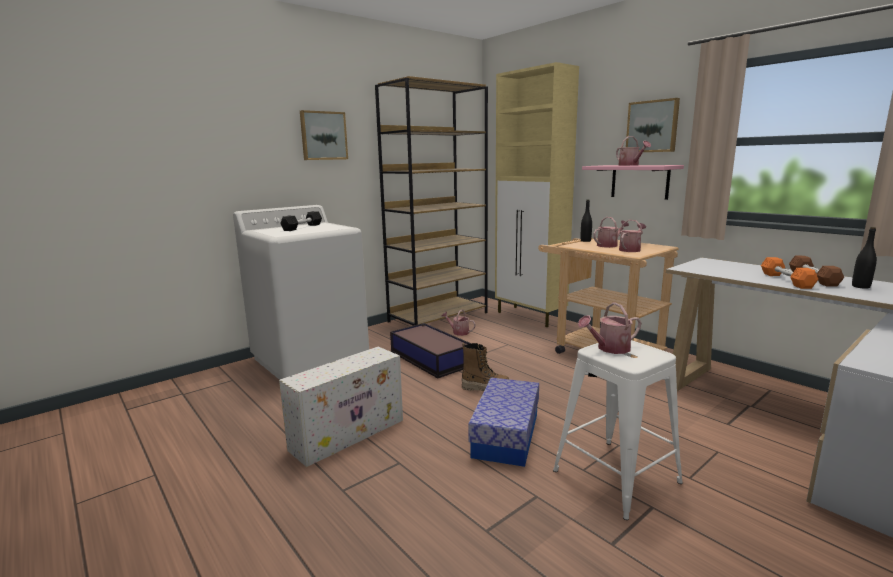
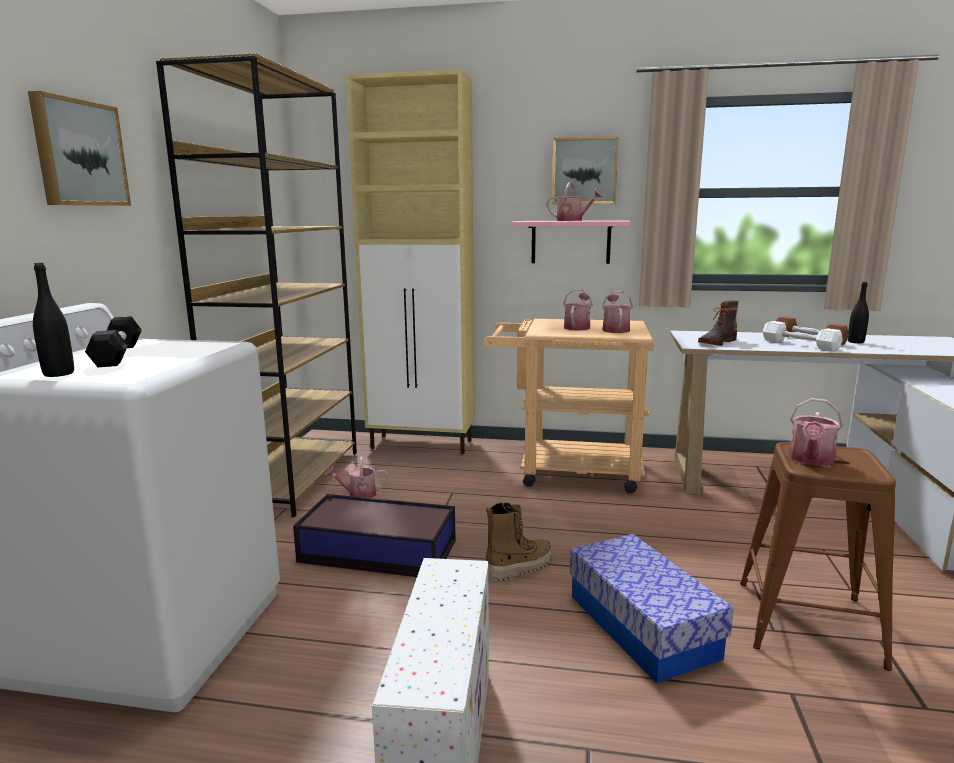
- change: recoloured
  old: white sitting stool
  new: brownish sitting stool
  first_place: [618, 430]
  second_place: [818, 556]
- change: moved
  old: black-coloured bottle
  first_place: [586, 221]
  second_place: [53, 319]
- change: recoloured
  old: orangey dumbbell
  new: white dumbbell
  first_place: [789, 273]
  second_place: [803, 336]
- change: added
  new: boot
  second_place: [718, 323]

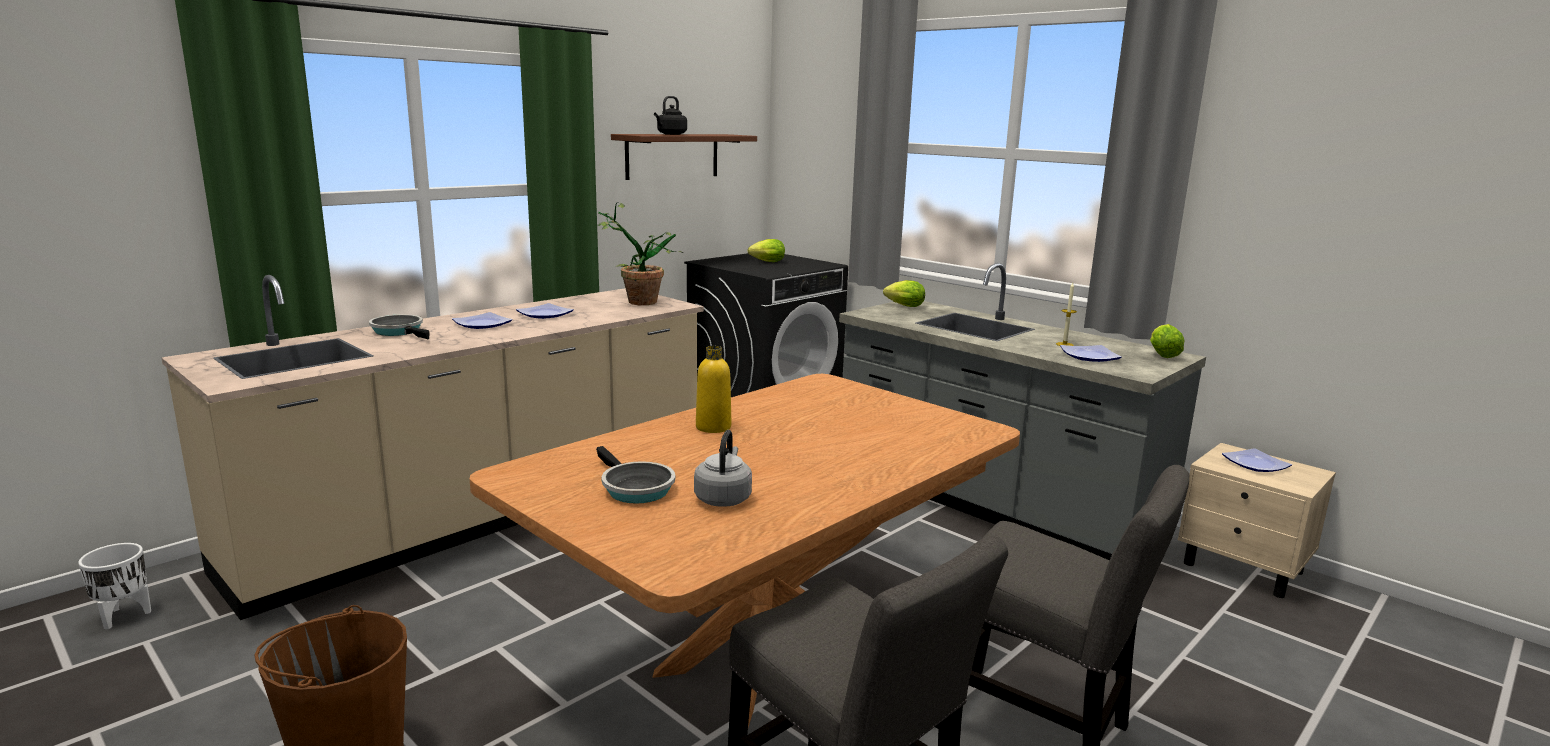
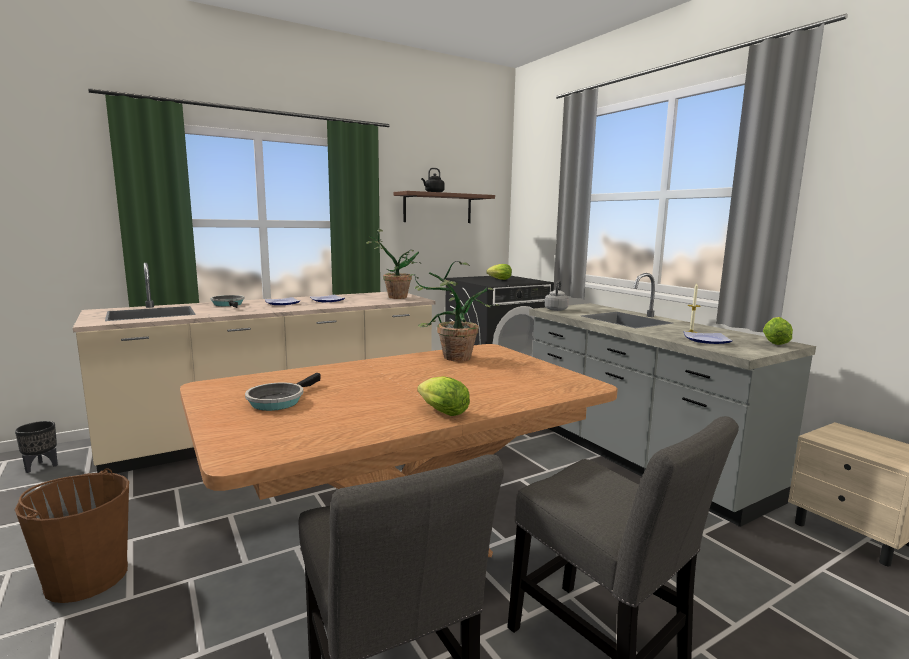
- change: recoloured
  old: white flower pot
  new: black-coloured flower pot
  first_place: [114, 586]
  second_place: [36, 447]
- change: turned
  old: skillet
  first_place: [635, 475]
  second_place: [283, 392]
  degrees: 45
- change: moved
  old: greyish kettle
  first_place: [723, 468]
  second_place: [557, 296]
- change: removed
  old: yellowish bottle
  first_place: [713, 389]
- change: moved
  old: lettuce head
  first_place: [904, 293]
  second_place: [443, 396]
- change: removed
  old: dinner plate
  first_place: [1257, 460]
- change: added
  new: houseplant
  second_place: [453, 311]

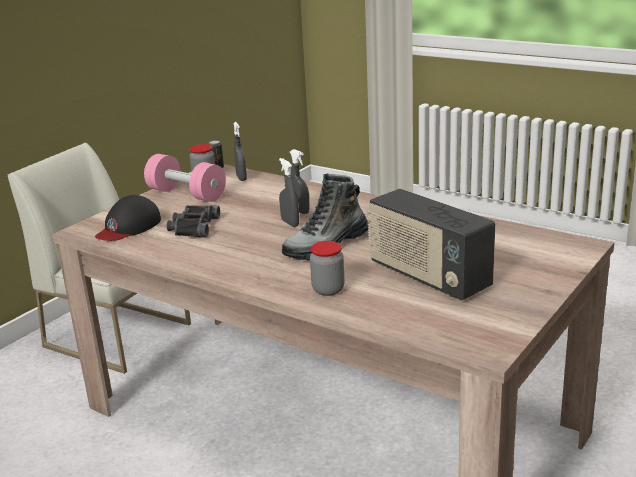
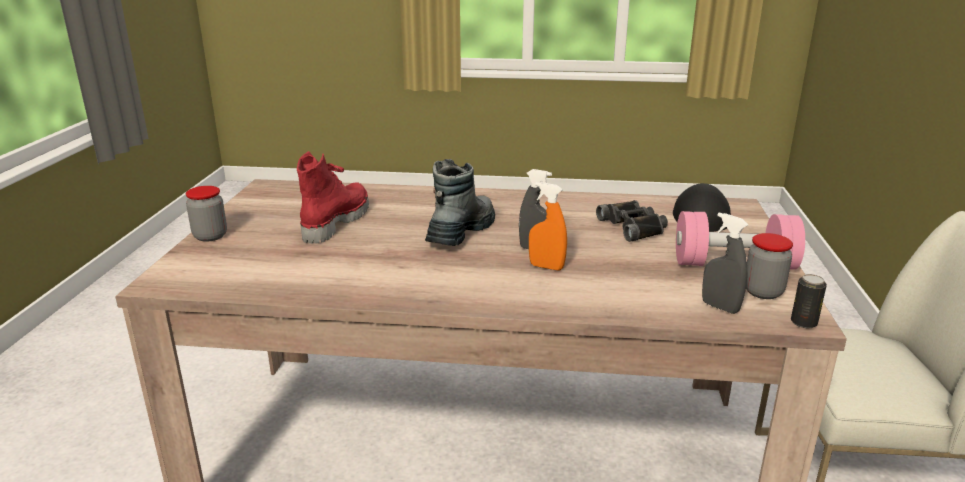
- change: recoloured
  old: greyish sprayer
  new: orangey sprayer
  first_place: [300, 181]
  second_place: [548, 226]
- change: moved
  old: jar
  first_place: [327, 268]
  second_place: [206, 214]
- change: replaced
  old: radio
  new: red-coloured boot
  first_place: [431, 244]
  second_place: [333, 197]

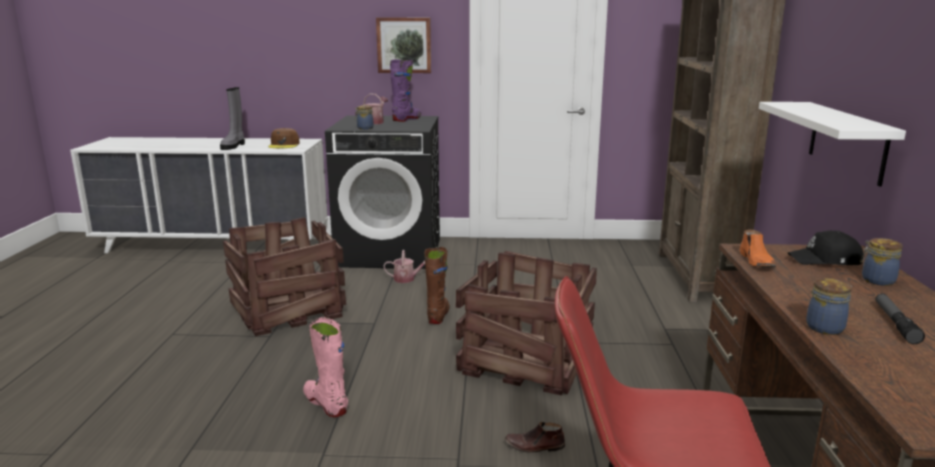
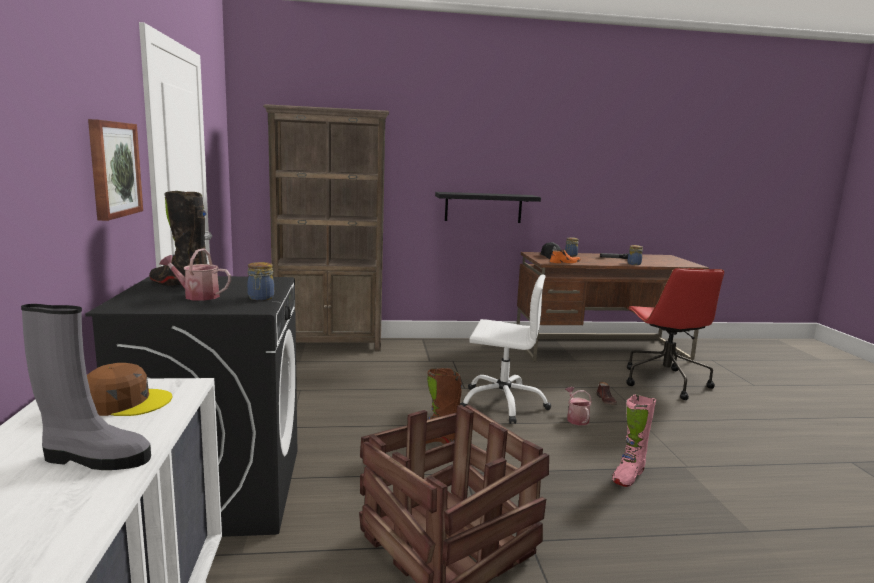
- change: moved
  old: sprinkling can
  first_place: [404, 266]
  second_place: [578, 406]
- change: recoloured
  old: purplish boot
  new: black-coloured boot
  first_place: [405, 90]
  second_place: [178, 239]
- change: replaced
  old: crate
  new: white computer chair
  first_place: [526, 323]
  second_place: [505, 349]
- change: recoloured
  old: white wall shelf
  new: black-coloured wall shelf
  first_place: [832, 144]
  second_place: [488, 207]

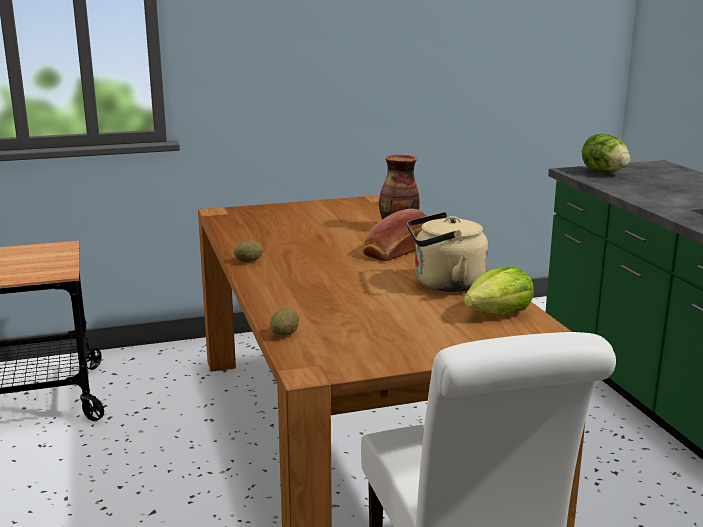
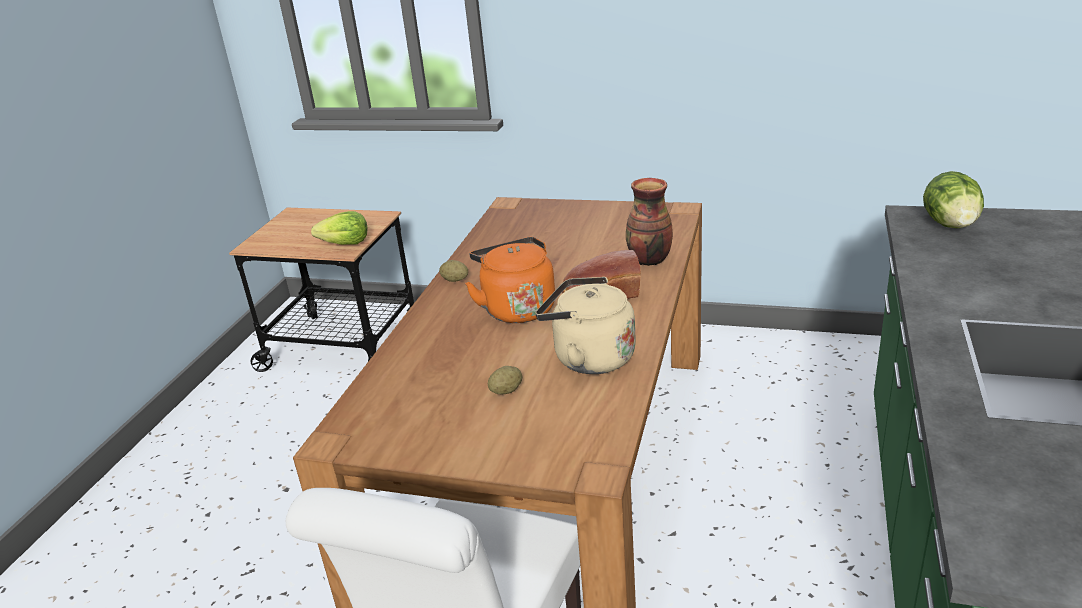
- change: moved
  old: whole potato
  first_place: [284, 322]
  second_place: [505, 380]
- change: moved
  old: lettuce head
  first_place: [499, 290]
  second_place: [339, 228]
- change: added
  new: orangey kettle
  second_place: [510, 280]

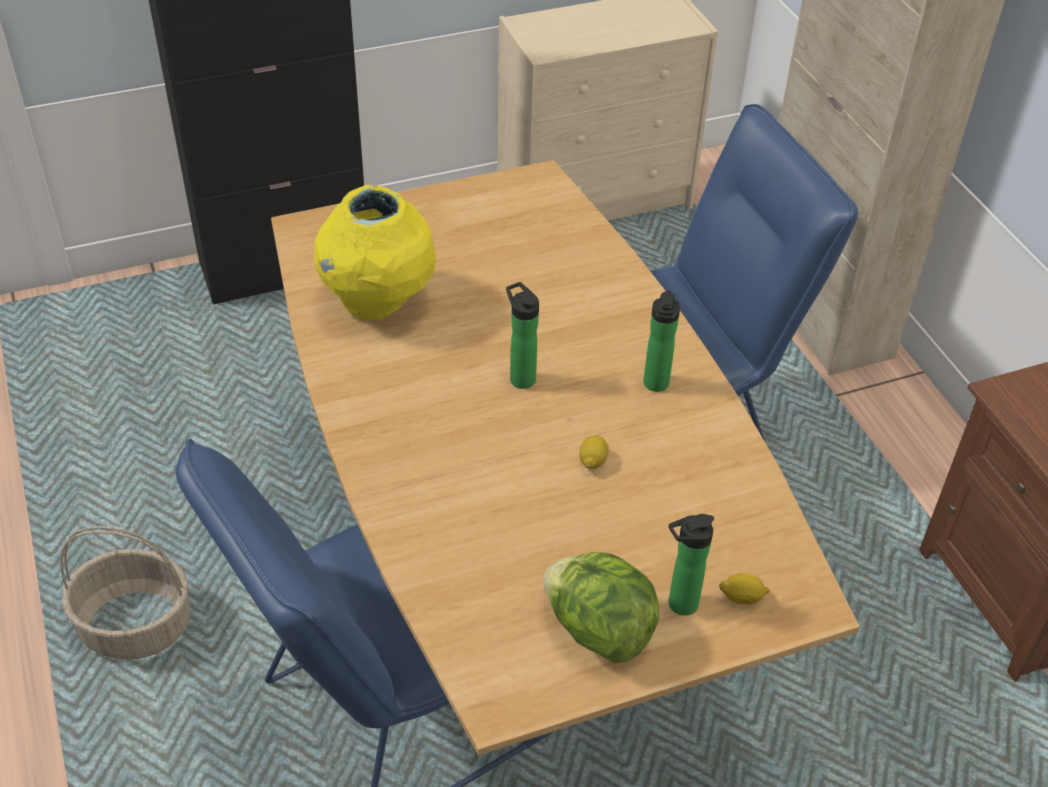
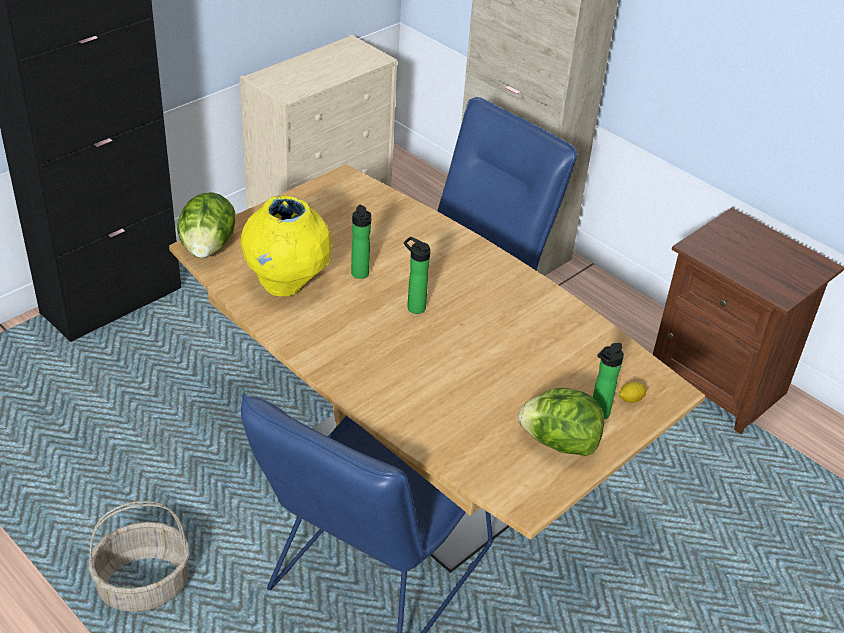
- change: removed
  old: whole lemon
  first_place: [593, 452]
- change: moved
  old: bottle
  first_place: [661, 341]
  second_place: [361, 242]
- change: added
  new: lettuce head
  second_place: [206, 225]

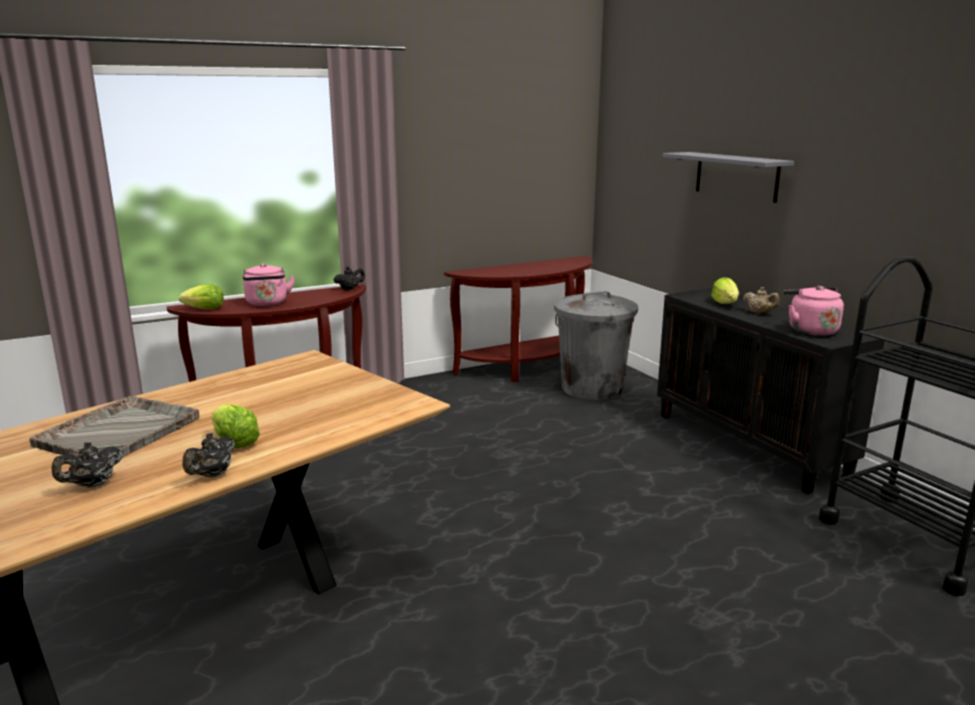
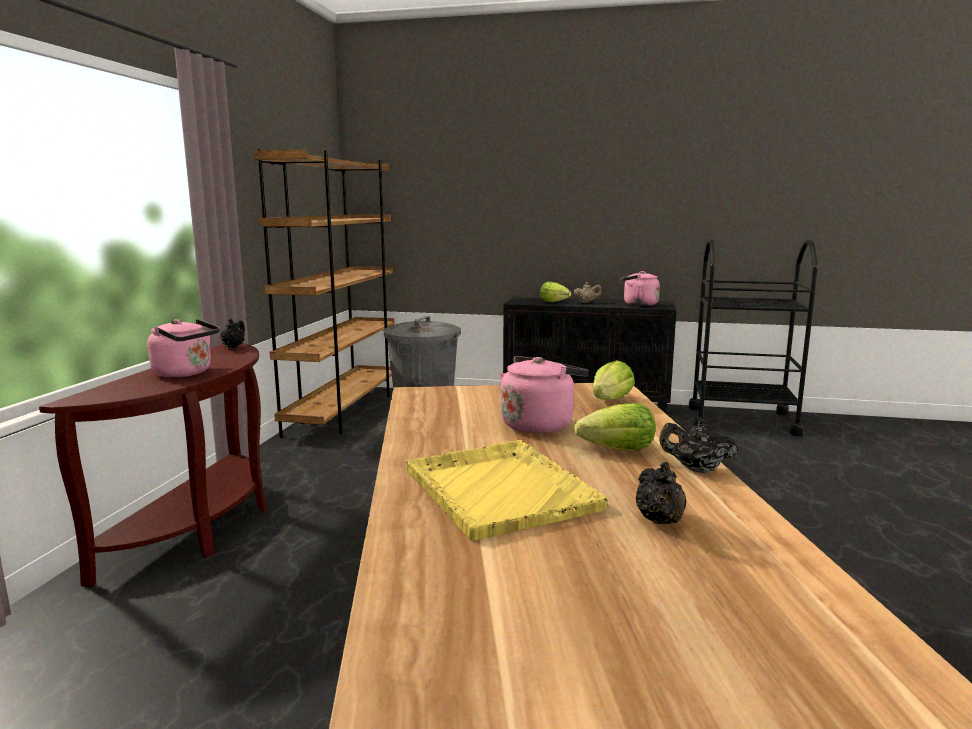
- change: recoloured
  old: greyish serving tray
  new: yellowish serving tray
  first_place: [114, 427]
  second_place: [507, 490]
- change: moved
  old: lettuce head
  first_place: [201, 296]
  second_place: [614, 380]
- change: turned
  old: black-coloured pot for tea
  first_place: [209, 455]
  second_place: [698, 446]
  degrees: 135
- change: replaced
  old: brownish narrow table
  new: brownish bookshelf
  first_place: [518, 319]
  second_place: [324, 293]
- change: removed
  old: greyish wall shelf
  first_place: [728, 177]
- change: added
  new: pink-coloured kettle
  second_place: [543, 394]

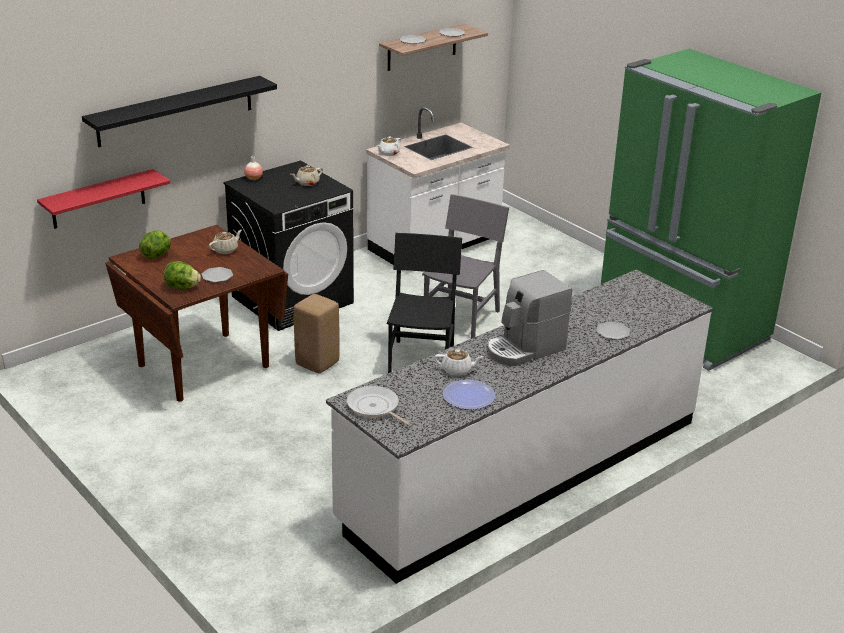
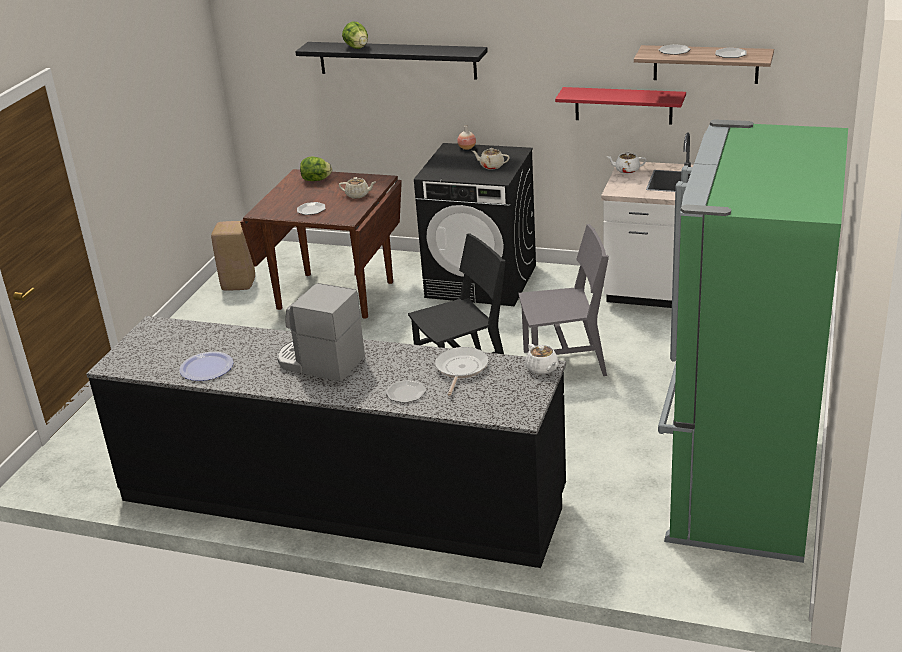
- change: moved
  old: red-coloured wall shelf
  first_place: [103, 199]
  second_place: [620, 106]
- change: moved
  old: lettuce head
  first_place: [182, 275]
  second_place: [355, 35]
- change: moved
  old: beige sitting stool
  first_place: [317, 333]
  second_place: [233, 255]
- change: recoloured
  old: white counter
  new: black-coloured counter
  first_place: [519, 427]
  second_place: [326, 442]
- change: moved
  old: skillet
  first_place: [379, 406]
  second_place: [462, 371]
- change: moved
  old: white pot for tea
  first_place: [458, 362]
  second_place: [542, 359]

